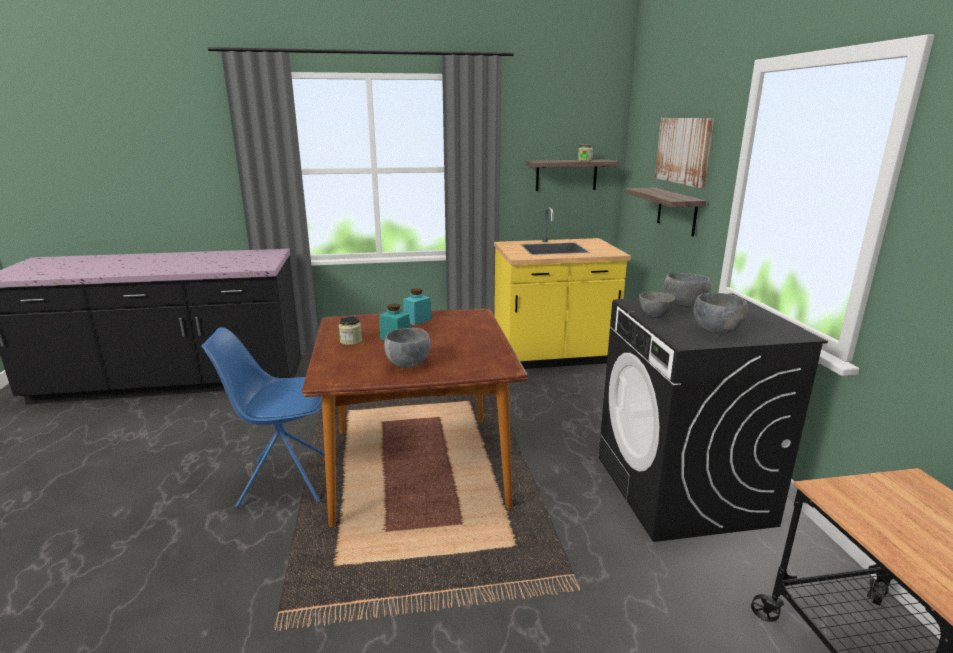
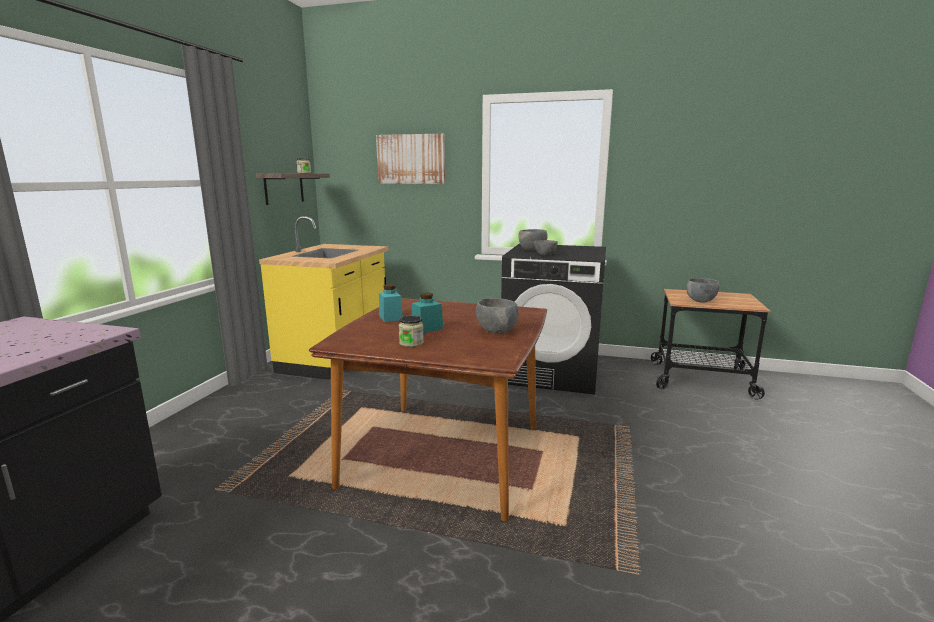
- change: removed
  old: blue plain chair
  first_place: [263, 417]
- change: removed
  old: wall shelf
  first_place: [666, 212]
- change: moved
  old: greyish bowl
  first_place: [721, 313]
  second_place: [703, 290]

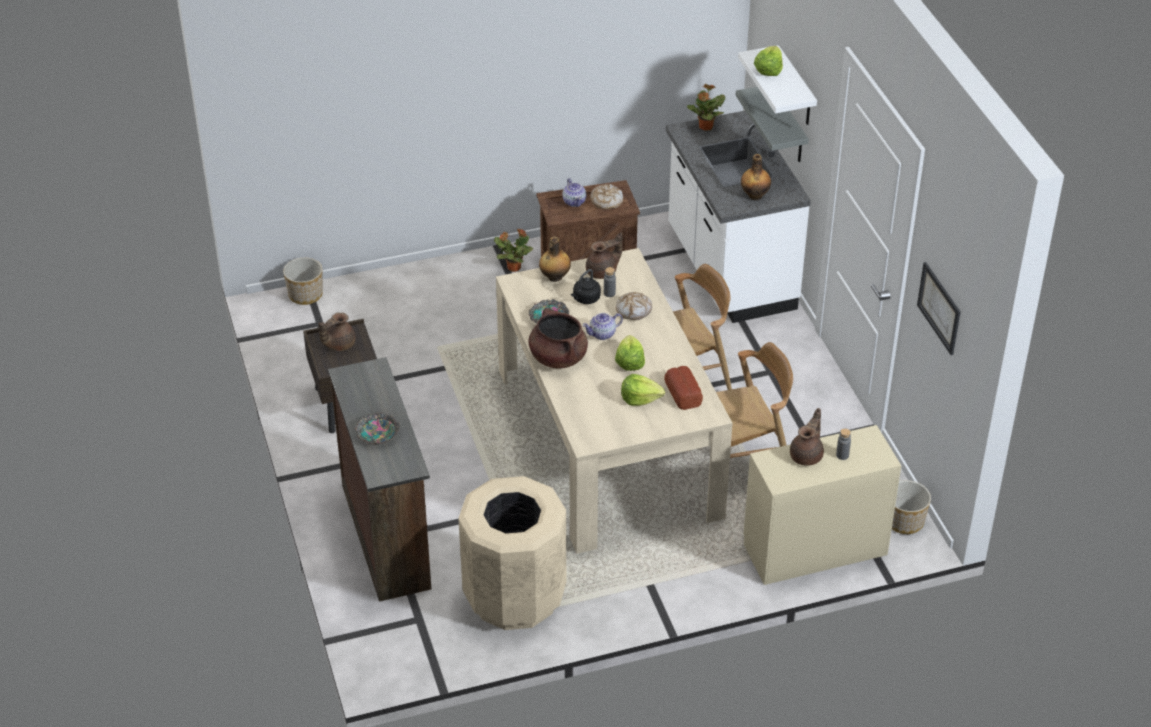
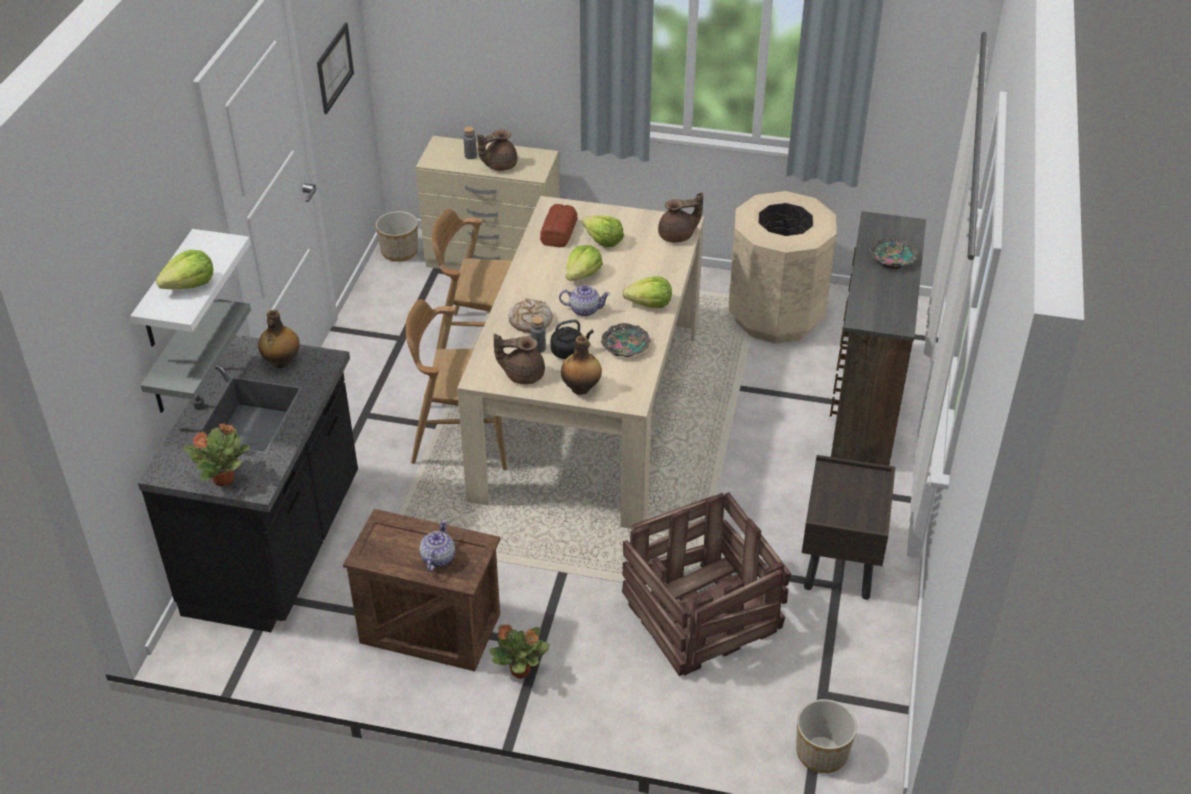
- change: moved
  old: brownish pot for tea
  first_place: [337, 331]
  second_place: [680, 217]
- change: replaced
  old: brownish saucepot
  new: lettuce head
  first_place: [558, 338]
  second_place: [647, 292]
- change: removed
  old: bakery bread
  first_place: [606, 196]
- change: recoloured
  old: white counter
  new: black-coloured counter
  first_place: [738, 217]
  second_place: [248, 483]
- change: added
  new: crate
  second_place: [706, 584]

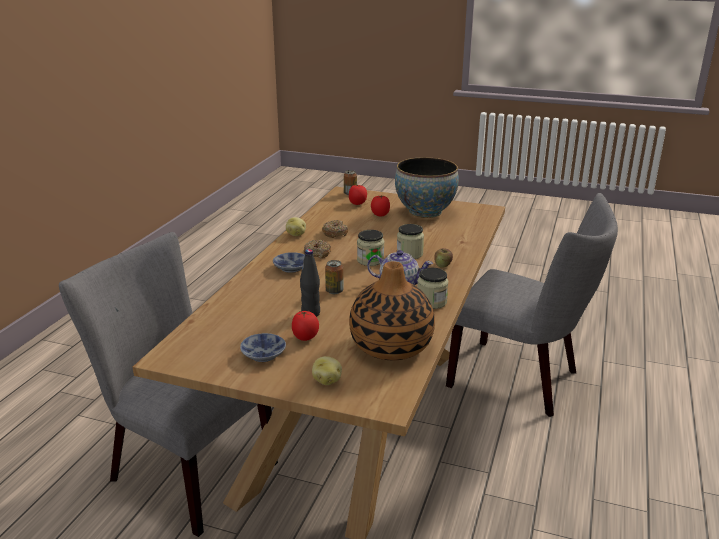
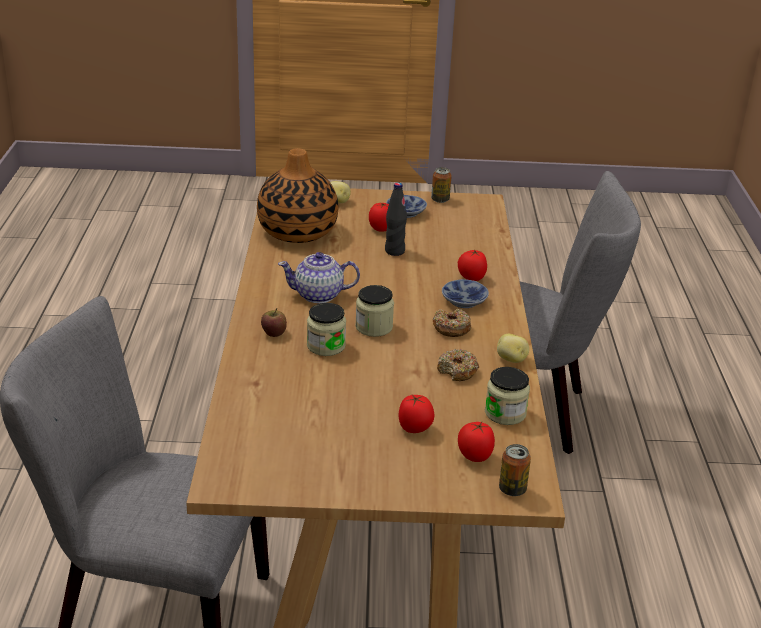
- change: moved
  old: metal can
  first_place: [334, 277]
  second_place: [441, 185]
- change: removed
  old: bowl
  first_place: [427, 187]
- change: moved
  old: jar
  first_place: [432, 288]
  second_place: [507, 396]
- change: added
  new: whole tomato
  second_place: [472, 265]

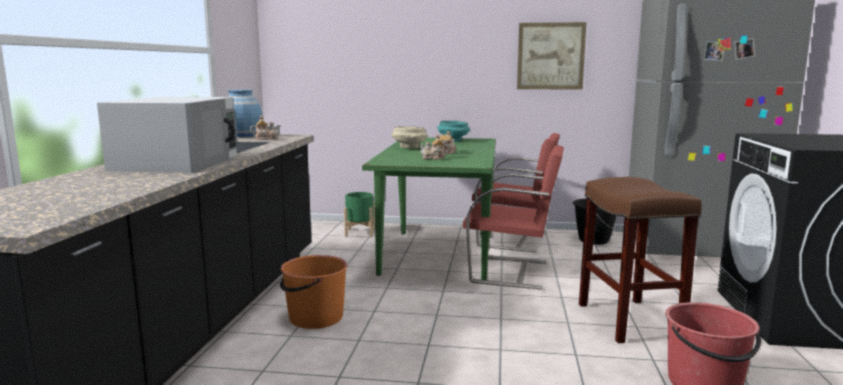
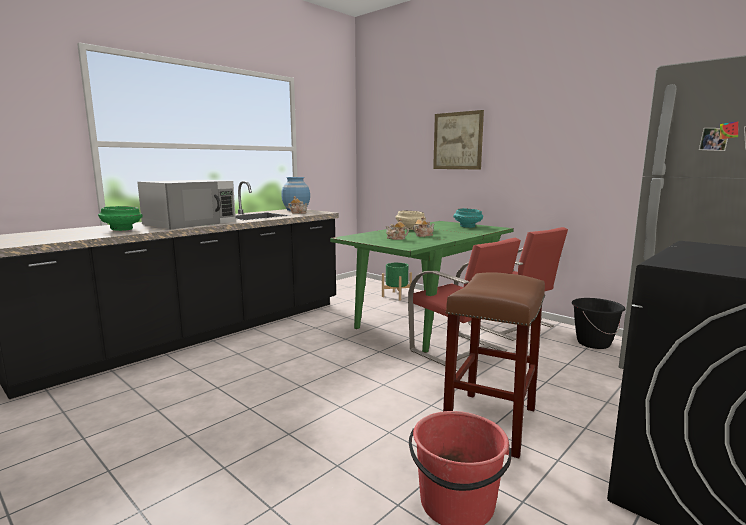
- change: removed
  old: orangey water bucket
  first_place: [314, 292]
- change: moved
  old: picture
  first_place: [551, 56]
  second_place: [458, 139]
- change: added
  new: green-coloured bowl
  second_place: [120, 218]

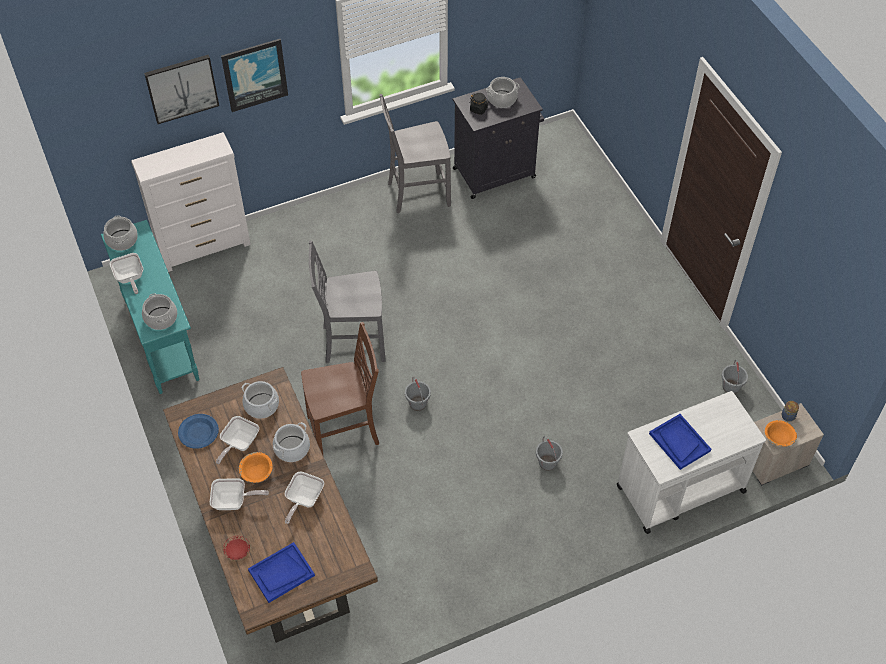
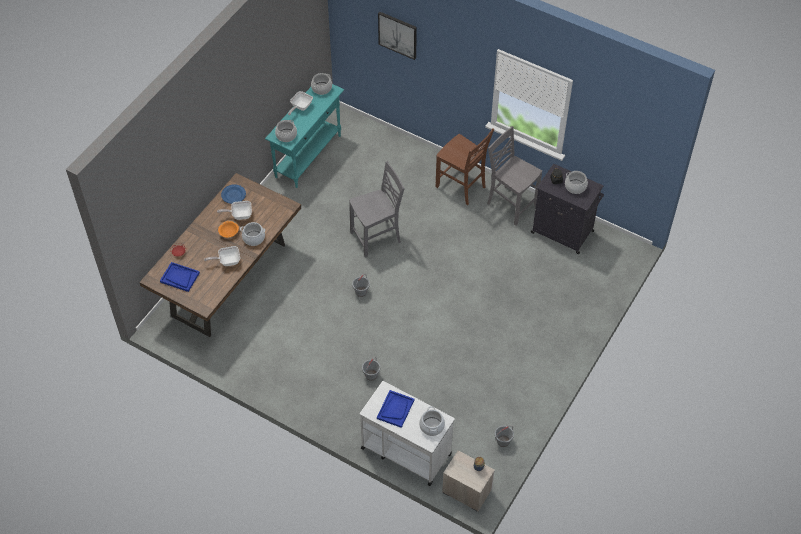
- change: removed
  old: white drawer chest
  first_place: [191, 202]
- change: removed
  old: skillet
  first_place: [239, 494]
- change: removed
  old: picture
  first_place: [254, 75]
- change: moved
  old: saucepot
  first_place: [260, 400]
  second_place: [432, 421]
- change: moved
  old: brownish plain chair
  first_place: [340, 388]
  second_place: [465, 166]
- change: turned
  old: greyish plain chair
  first_place: [347, 302]
  second_place: [377, 209]
  degrees: 105
- change: removed
  old: orangey bowl
  first_place: [781, 433]

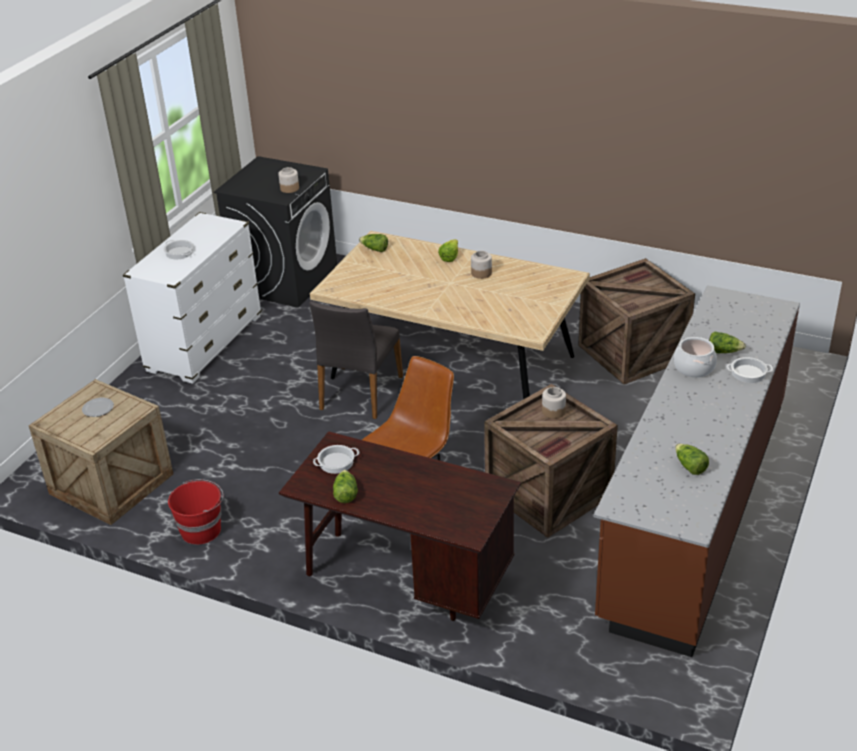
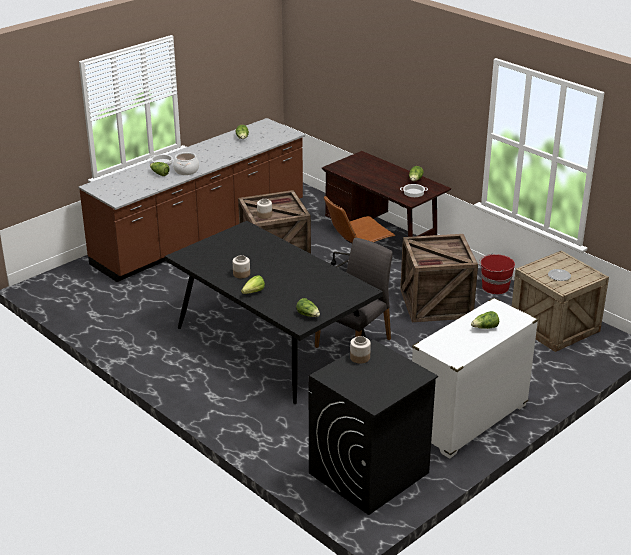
- change: replaced
  old: saucepot
  new: lettuce head
  first_place: [178, 249]
  second_place: [485, 320]
- change: recoloured
  old: beige dinner table
  new: black-coloured dinner table
  first_place: [450, 315]
  second_place: [274, 312]
- change: moved
  old: crate
  first_place: [636, 321]
  second_place: [439, 278]

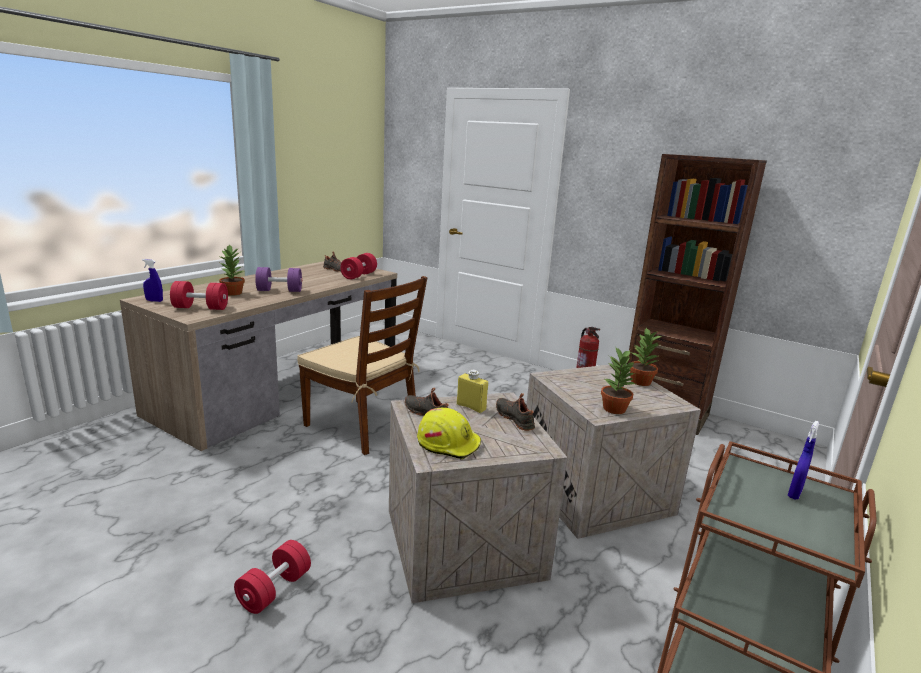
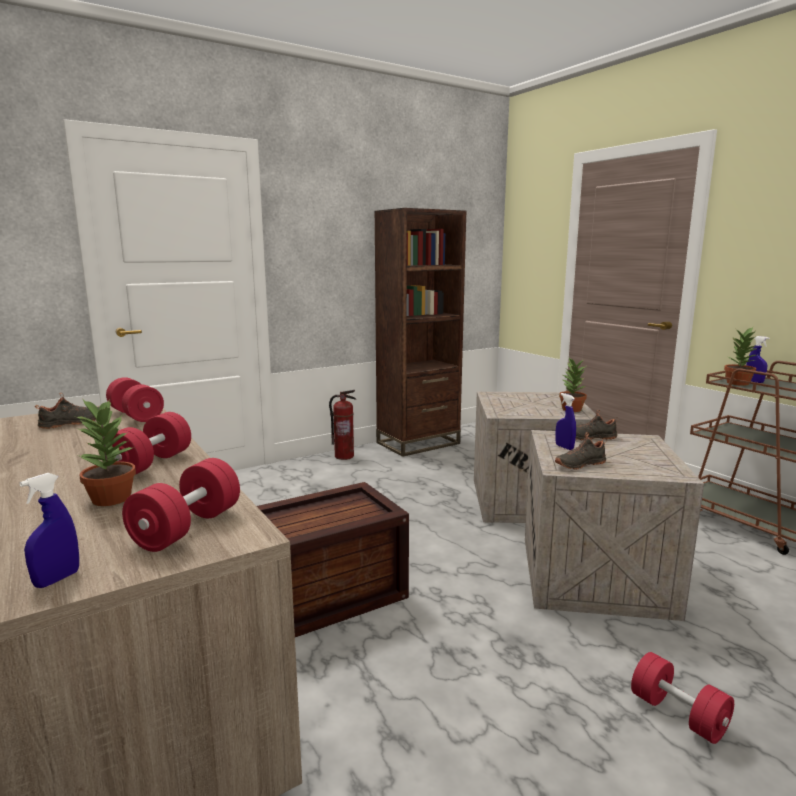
- change: recoloured
  old: purplish dumbbell
  new: red-coloured dumbbell
  first_place: [278, 279]
  second_place: [147, 443]
- change: replaced
  old: brownish plain chair
  new: crate
  first_place: [362, 365]
  second_place: [333, 559]
- change: removed
  old: yellowish safety helmet
  first_place: [449, 433]
- change: replaced
  old: yellowish bottle
  new: blue sprayer
  first_place: [472, 391]
  second_place: [565, 421]
- change: moved
  old: houseplant
  first_place: [645, 356]
  second_place: [741, 356]

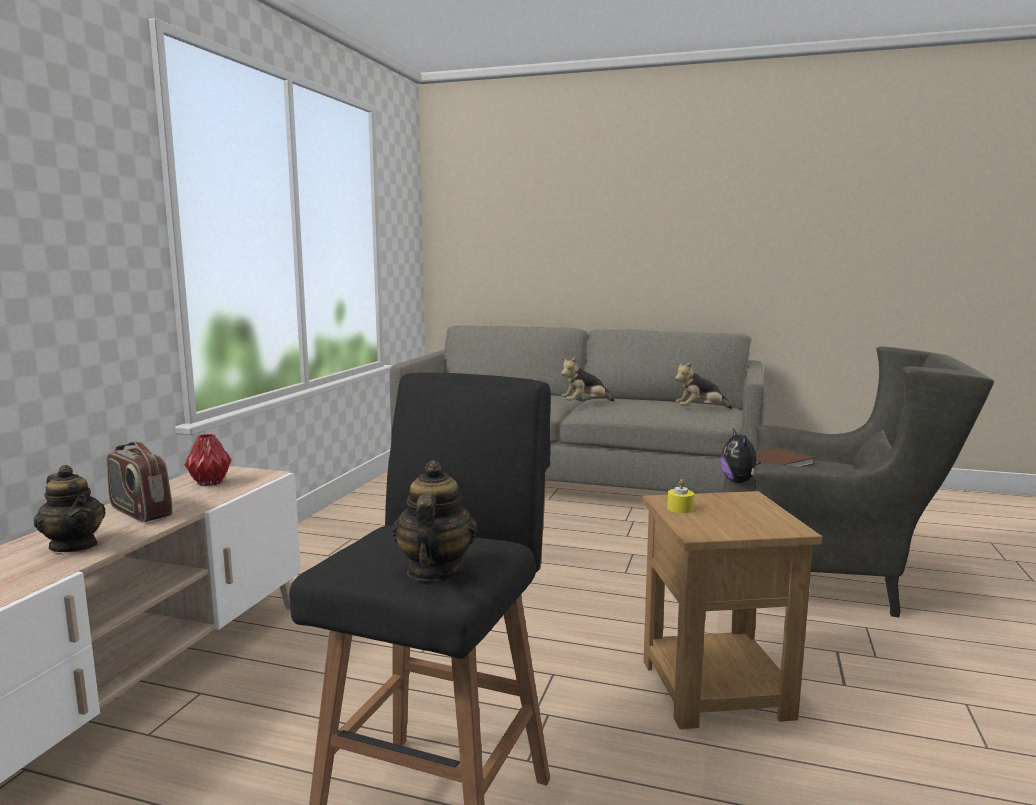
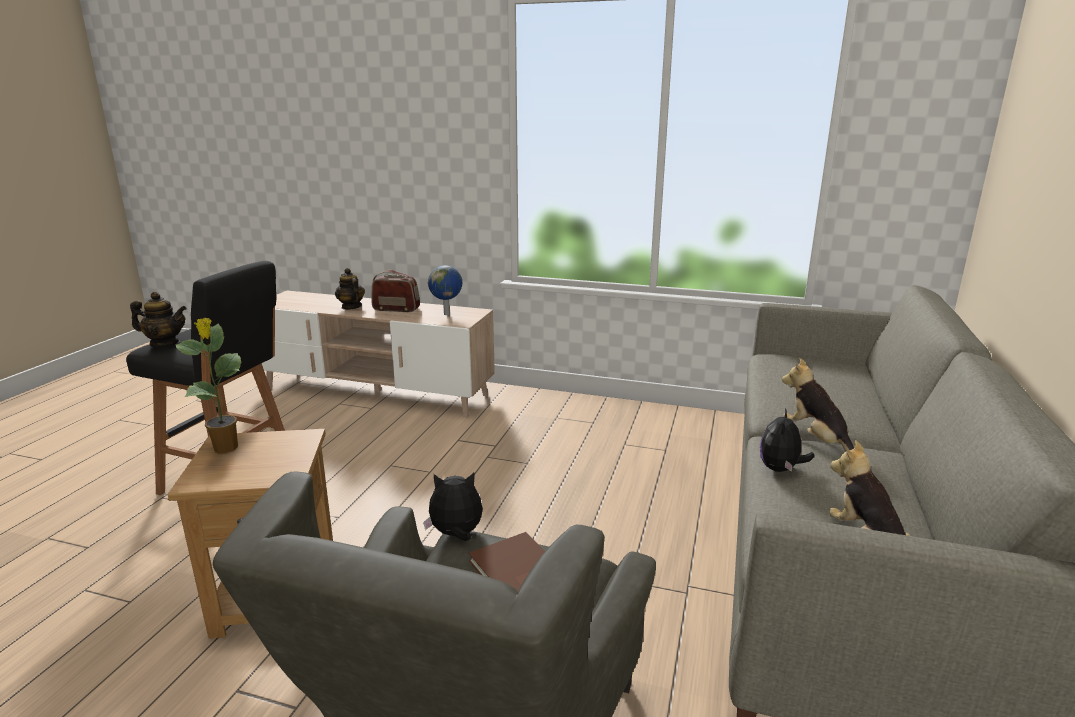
- change: turned
  old: pot for tea
  first_place: [70, 508]
  second_place: [350, 289]
  degrees: 105
- change: turned
  old: radio
  first_place: [140, 482]
  second_place: [395, 290]
  degrees: 60
- change: replaced
  old: red-coloured flower vase
  new: globe
  first_place: [208, 460]
  second_place: [445, 290]
- change: removed
  old: yellowish wax candle
  first_place: [680, 496]
- change: added
  new: houseplant
  second_place: [208, 385]
- change: added
  new: plush toy
  second_place: [787, 440]

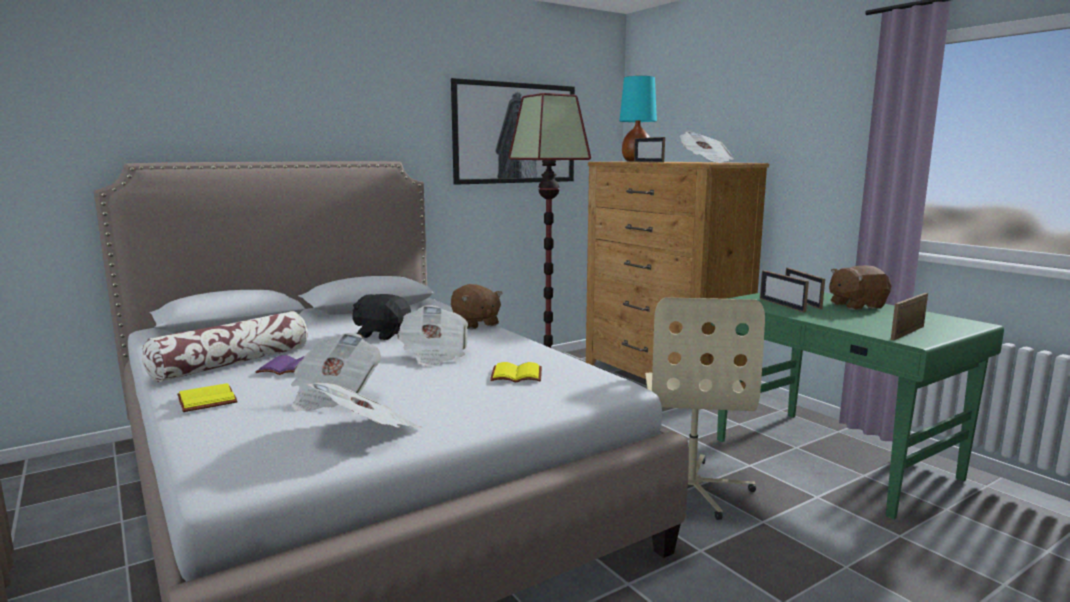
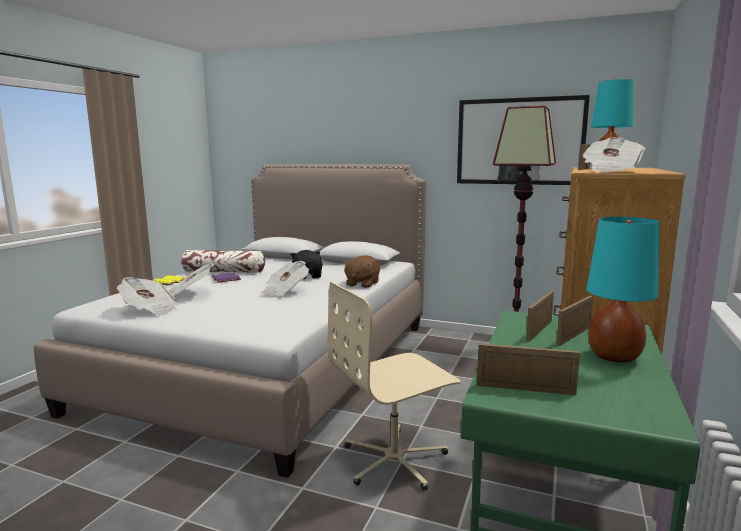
- change: removed
  old: yellowish volume
  first_place: [516, 372]
- change: replaced
  old: brownish plush toy
  new: turquoise lamp for a table
  first_place: [860, 288]
  second_place: [623, 290]

